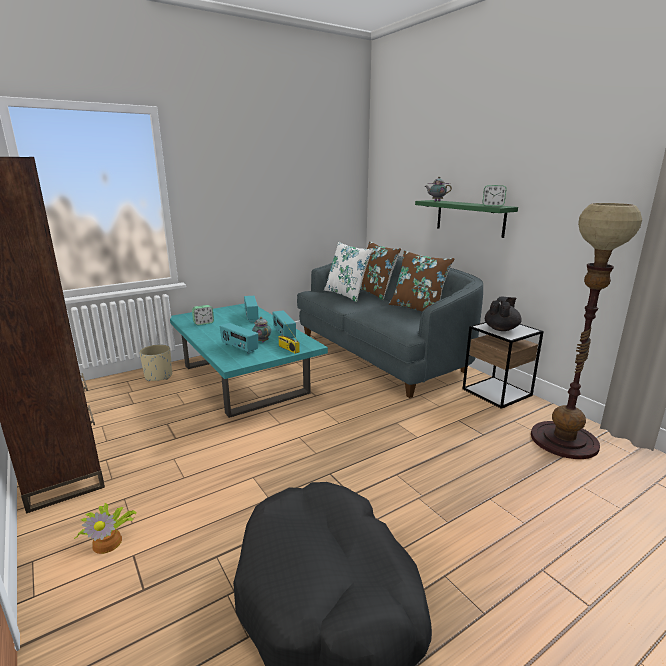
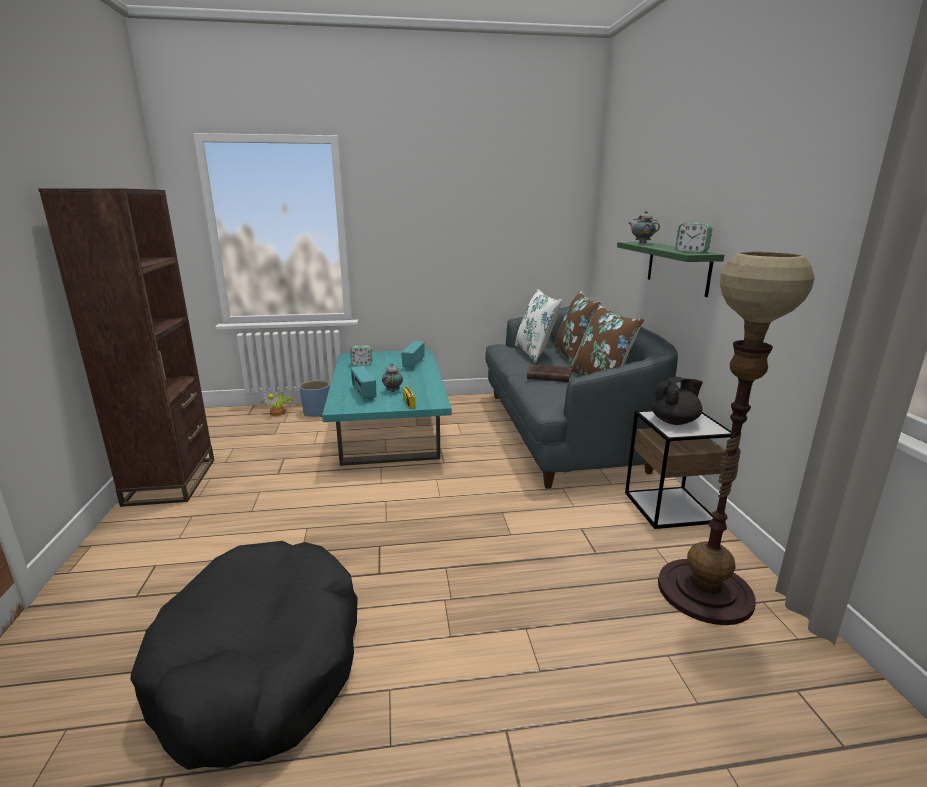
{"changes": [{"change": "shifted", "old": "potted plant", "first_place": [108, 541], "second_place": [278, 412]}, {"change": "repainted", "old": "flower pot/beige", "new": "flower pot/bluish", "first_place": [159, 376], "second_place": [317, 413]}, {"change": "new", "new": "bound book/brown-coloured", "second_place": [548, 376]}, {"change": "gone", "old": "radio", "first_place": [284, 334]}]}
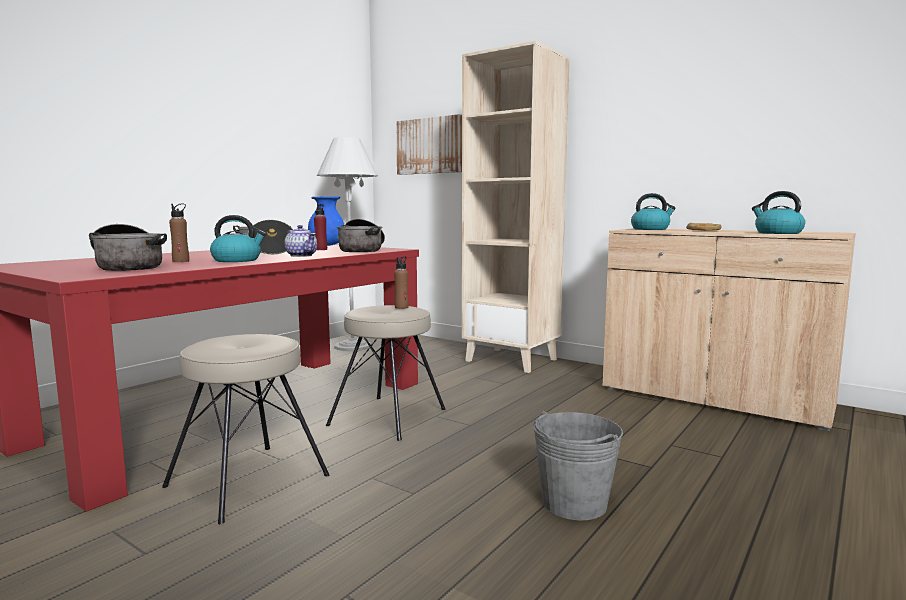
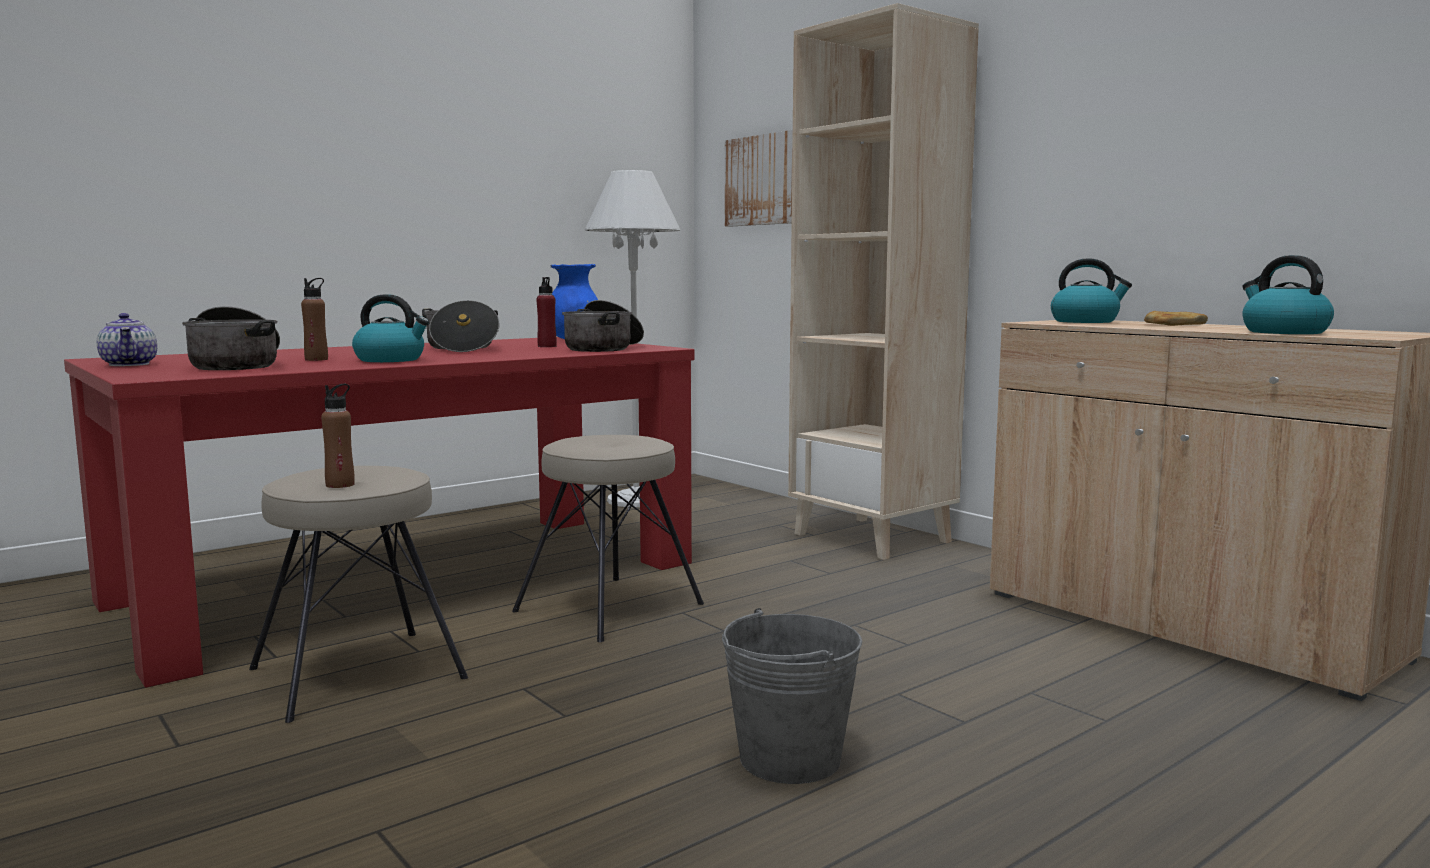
{"changes": [{"change": "shifted", "old": "pot for tea", "first_place": [302, 256], "second_place": [130, 364]}, {"change": "shifted", "old": "bottle/brown-coloured", "first_place": [401, 307], "second_place": [340, 485]}]}
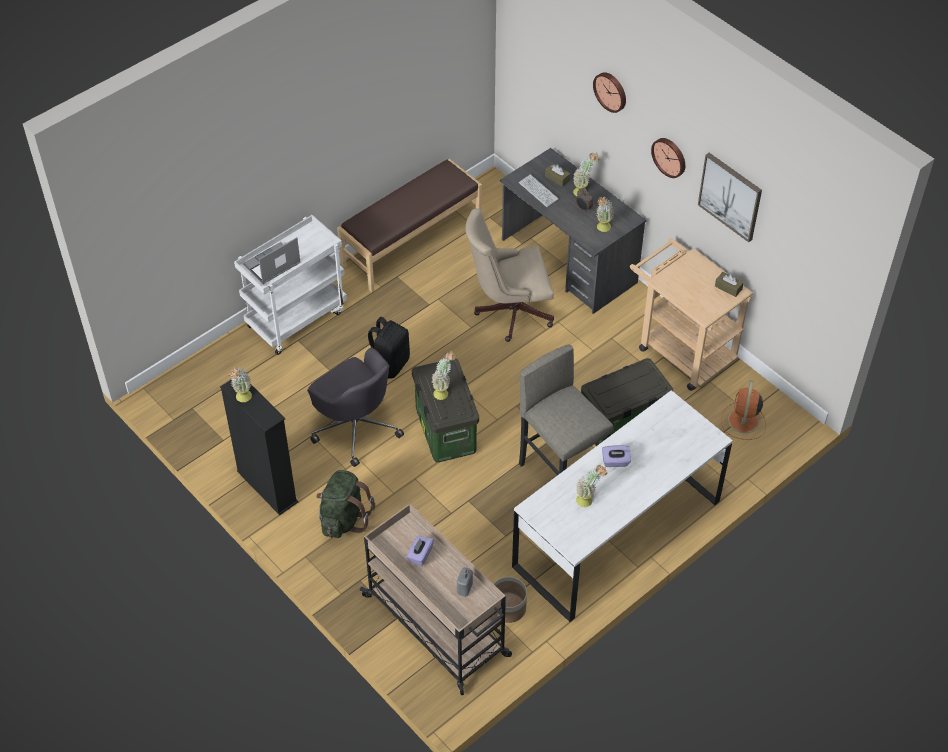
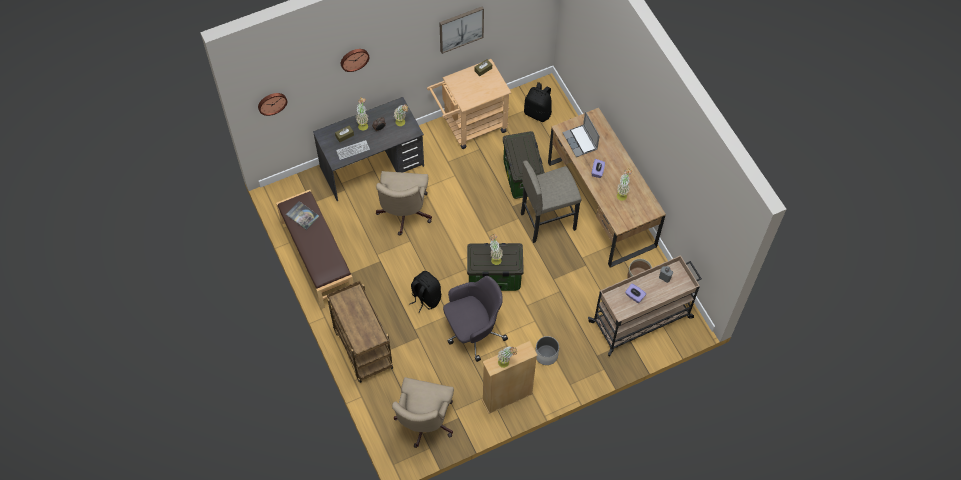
{"changes": [{"change": "shifted", "old": "hanging clock", "first_place": [670, 156], "second_place": [272, 103]}, {"change": "new", "new": "bound book", "second_place": [302, 215]}, {"change": "repainted", "old": "trolley/white", "new": "trolley/brown-coloured", "first_place": [297, 318], "second_place": [362, 348]}, {"change": "new", "new": "computer chair/beige", "second_place": [423, 423]}, {"change": "repainted", "old": "bookcase/blackish", "new": "bookcase/beige", "first_place": [267, 487], "second_place": [507, 397]}, {"change": "swapped", "old": "cooling fan/orange-coloured", "new": "rucksack/blackish", "first_place": [743, 422], "second_place": [538, 112]}, {"change": "swapped", "old": "rucksack/greenish", "new": "flower pot/white", "first_place": [344, 518], "second_place": [546, 355]}, {"change": "repainted", "old": "desk/white", "new": "desk/brown-coloured", "first_place": [617, 533], "second_place": [601, 204]}, {"change": "shifted", "old": "portable computer", "first_place": [272, 265], "second_place": [580, 141]}]}
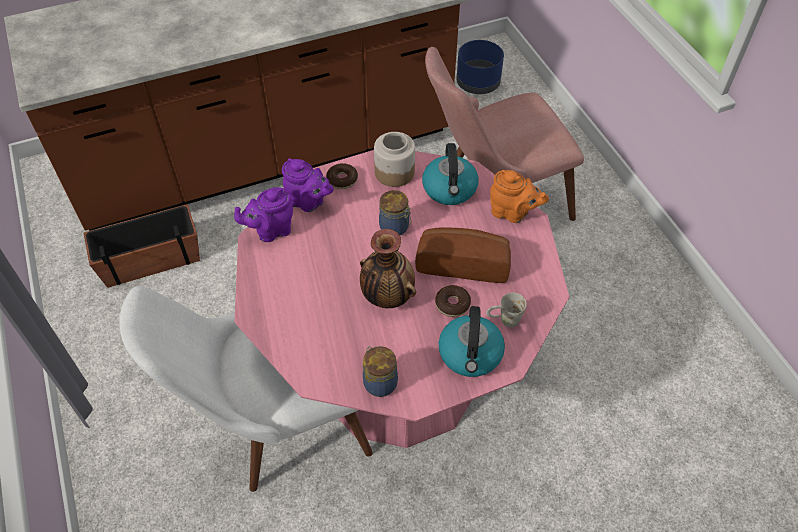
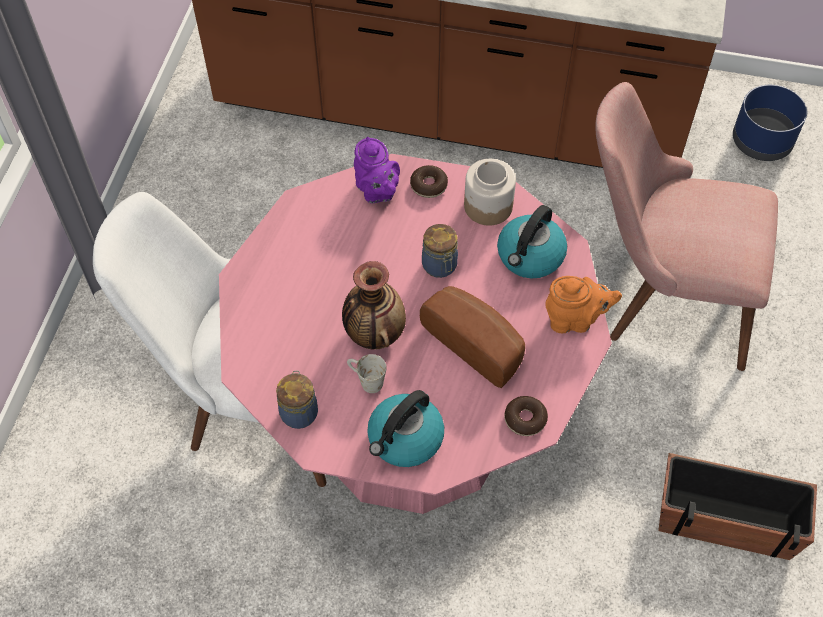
{"changes": [{"change": "shifted", "old": "tea mug/white", "first_place": [503, 320], "second_place": [366, 380]}, {"change": "shifted", "old": "donut", "first_place": [452, 304], "second_place": [525, 419]}, {"change": "rotated", "old": "pot for tea/orange-coloured", "first_place": [512, 213], "second_place": [575, 320], "degrees": -60}, {"change": "shifted", "old": "flower pot", "first_place": [150, 260], "second_place": [725, 520]}, {"change": "gone", "old": "pot for tea/purplish", "first_place": [271, 230]}]}
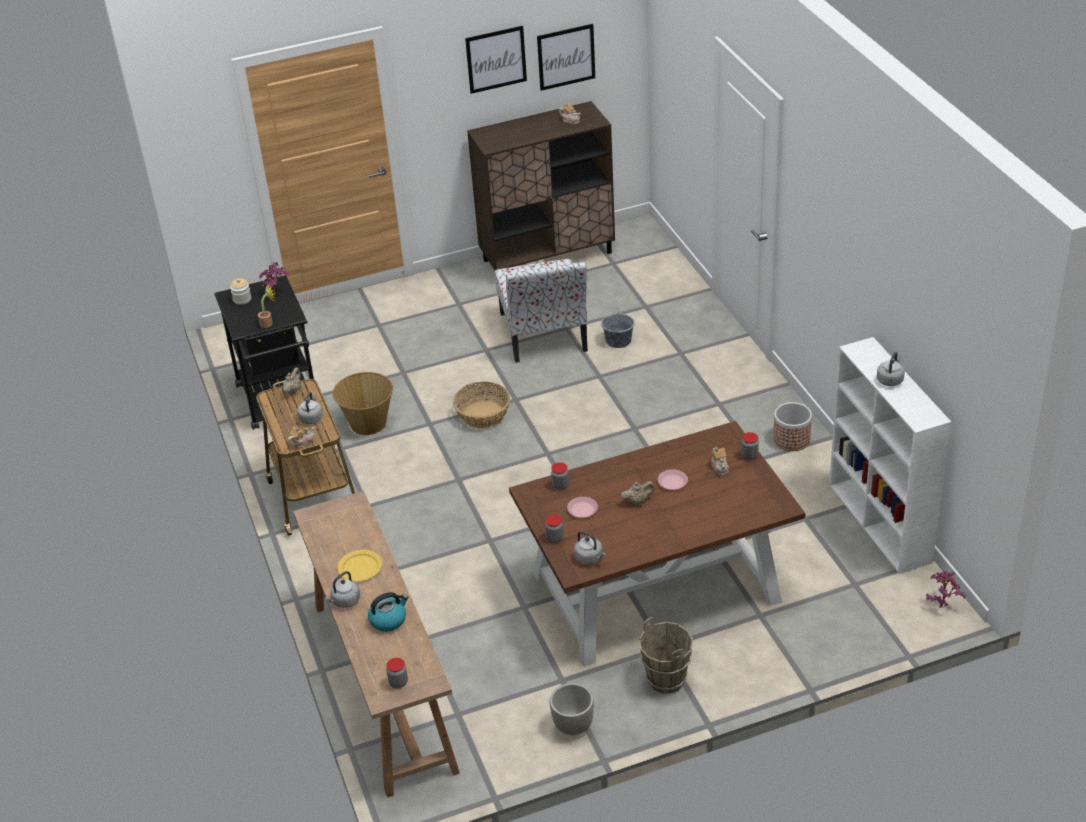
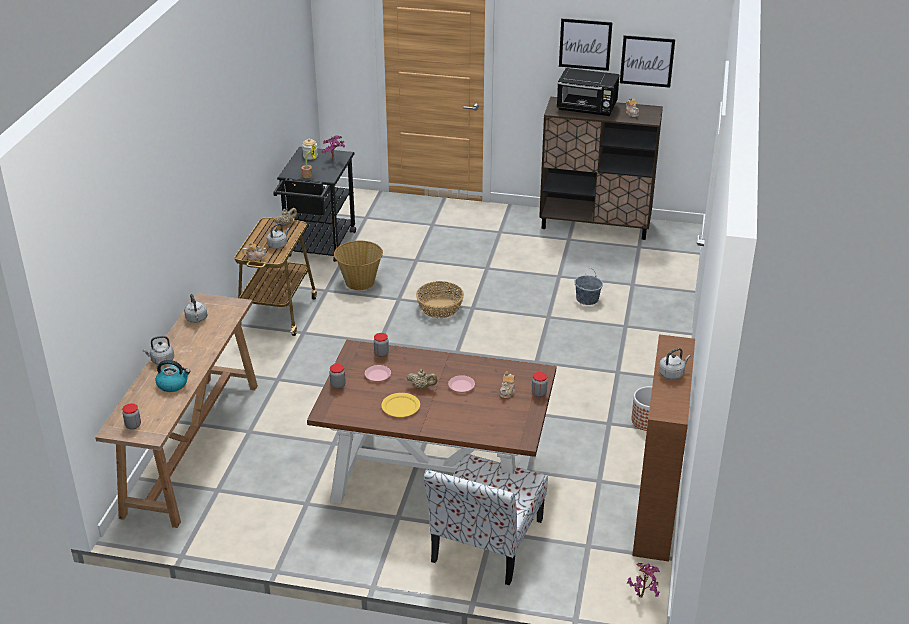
{"changes": [{"change": "shifted", "old": "water kettle/greyish", "first_place": [590, 558], "second_place": [197, 319]}, {"change": "shifted", "old": "plate/yellow-coloured", "first_place": [360, 567], "second_place": [401, 407]}, {"change": "shifted", "old": "upright chair", "first_place": [544, 333], "second_place": [486, 542]}, {"change": "new", "new": "microwave oven/blackish", "second_place": [587, 109]}, {"change": "repainted", "old": "bookcase/white", "new": "bookcase/brown-coloured", "first_place": [880, 523], "second_place": [656, 512]}, {"change": "gone", "old": "flower pot/greyish", "first_place": [573, 726]}, {"change": "gone", "old": "water bucket/brown-coloured", "first_place": [666, 679]}]}
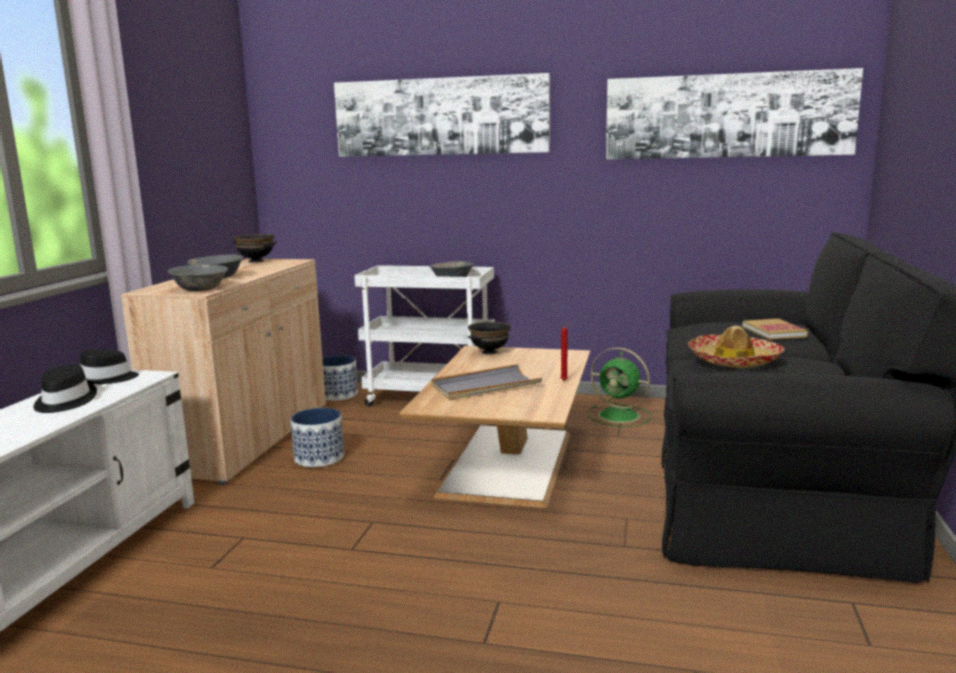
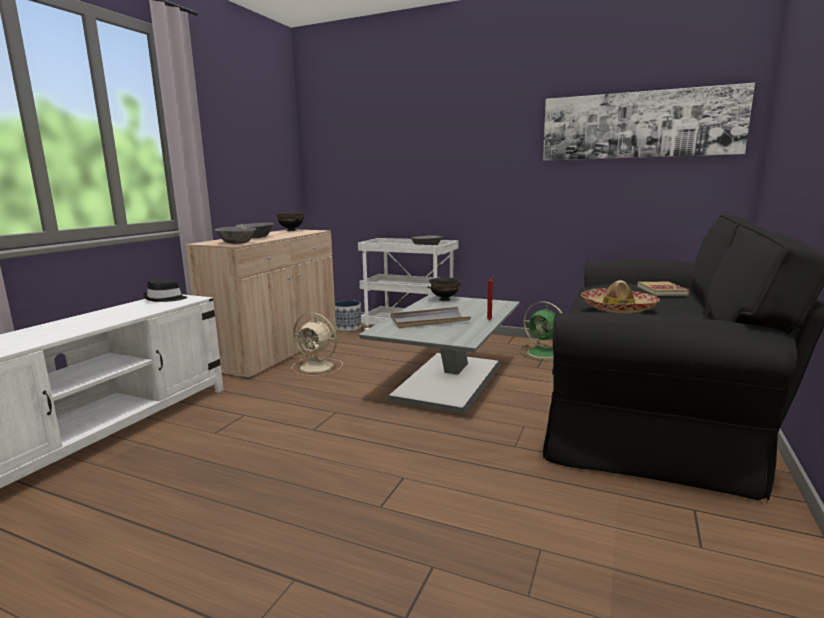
{"changes": [{"change": "swapped", "old": "flower pot", "new": "cooling fan/beige", "first_place": [319, 458], "second_place": [318, 367]}, {"change": "repainted", "old": "coffee table/brown-coloured", "new": "coffee table/greyish", "first_place": [508, 464], "second_place": [448, 381]}, {"change": "gone", "old": "hat/blackish", "first_place": [64, 401]}, {"change": "gone", "old": "picture", "first_place": [440, 116]}]}
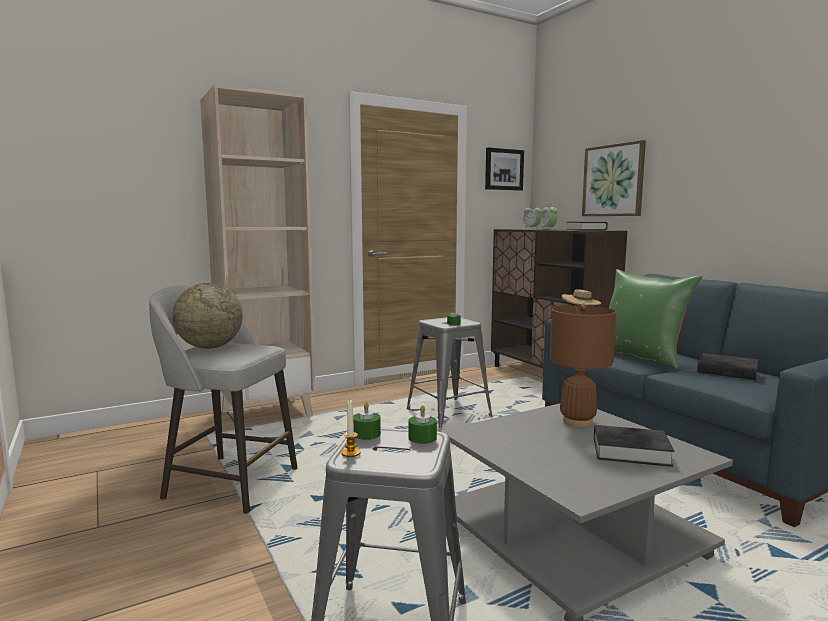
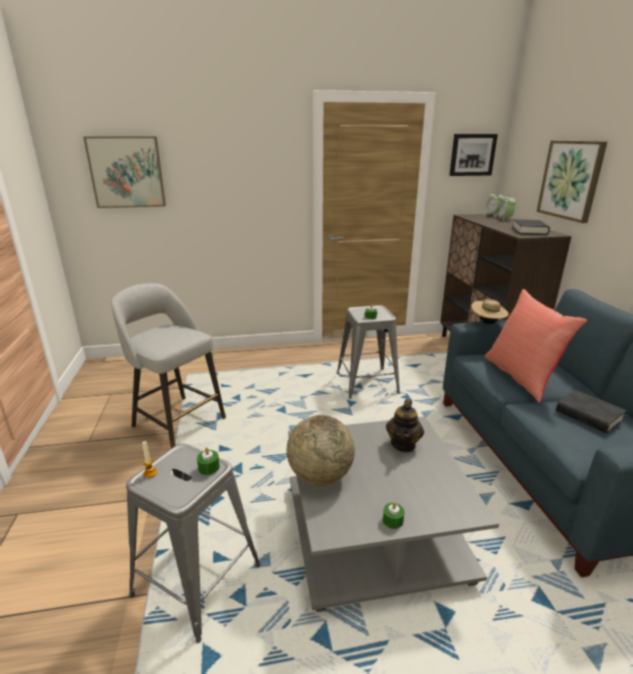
{"changes": [{"change": "new", "new": "picture", "second_place": [127, 172]}, {"change": "shifted", "old": "globe", "first_place": [210, 347], "second_place": [320, 476]}, {"change": "shifted", "old": "candle/greenish", "first_place": [366, 434], "second_place": [392, 520]}, {"change": "swapped", "old": "table lamp/brown-coloured", "new": "pot for tea", "first_place": [577, 421], "second_place": [403, 444]}, {"change": "repainted", "old": "throw pillow/greenish", "new": "throw pillow/red", "first_place": [639, 356], "second_place": [521, 377]}, {"change": "gone", "old": "bookcase/beige", "first_place": [267, 413]}, {"change": "gone", "old": "bound book/blackish", "first_place": [630, 451]}]}
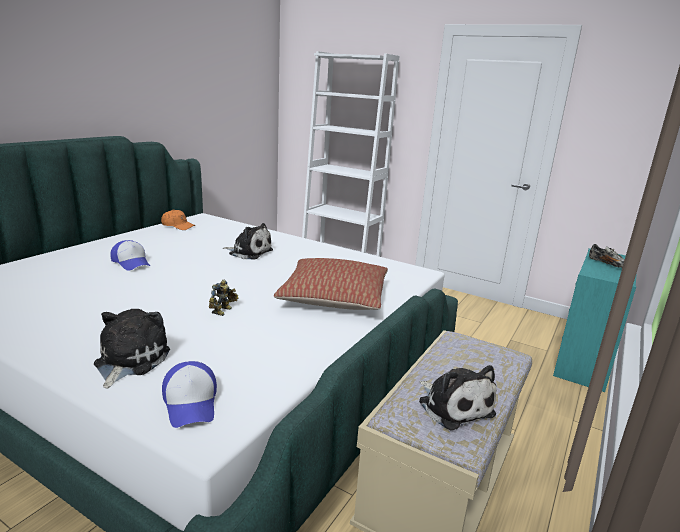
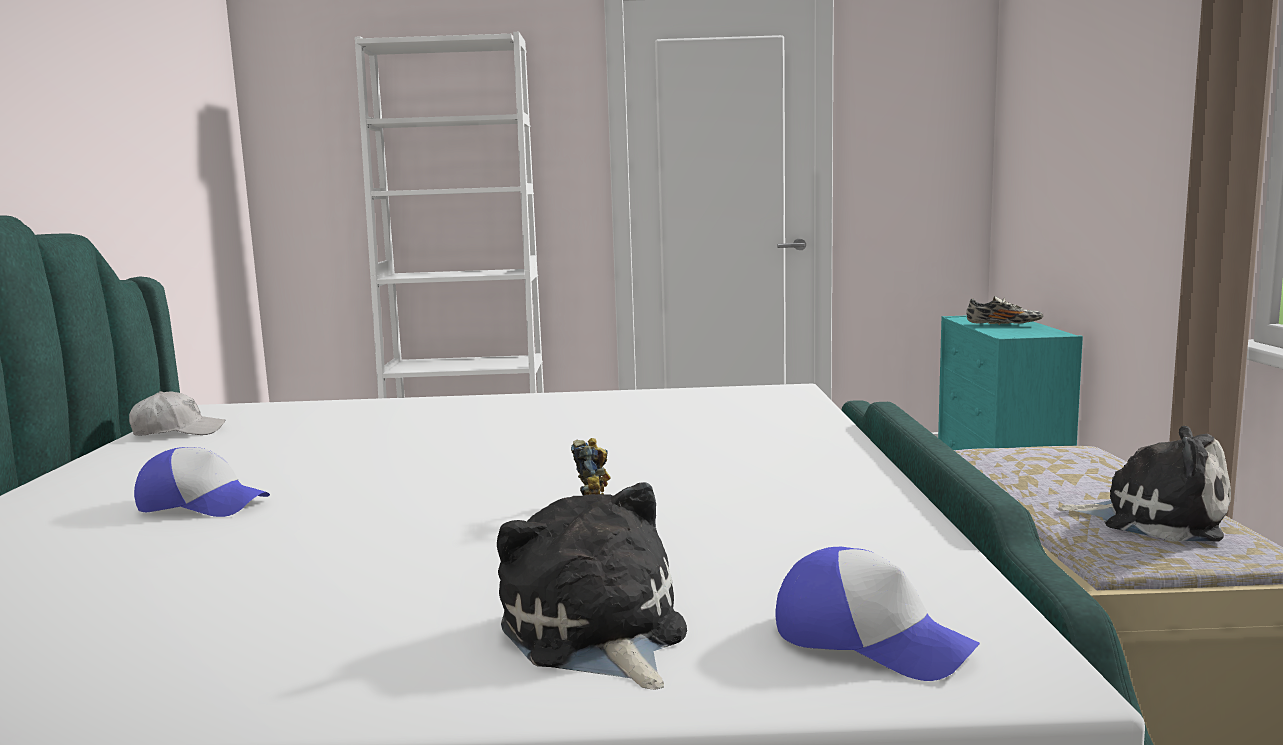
{"changes": [{"change": "repainted", "old": "peaked cap/orange-coloured", "new": "peaked cap/white", "first_place": [178, 226], "second_place": [178, 432]}, {"change": "gone", "old": "plush toy", "first_place": [249, 252]}, {"change": "gone", "old": "throw pillow", "first_place": [334, 298]}]}
